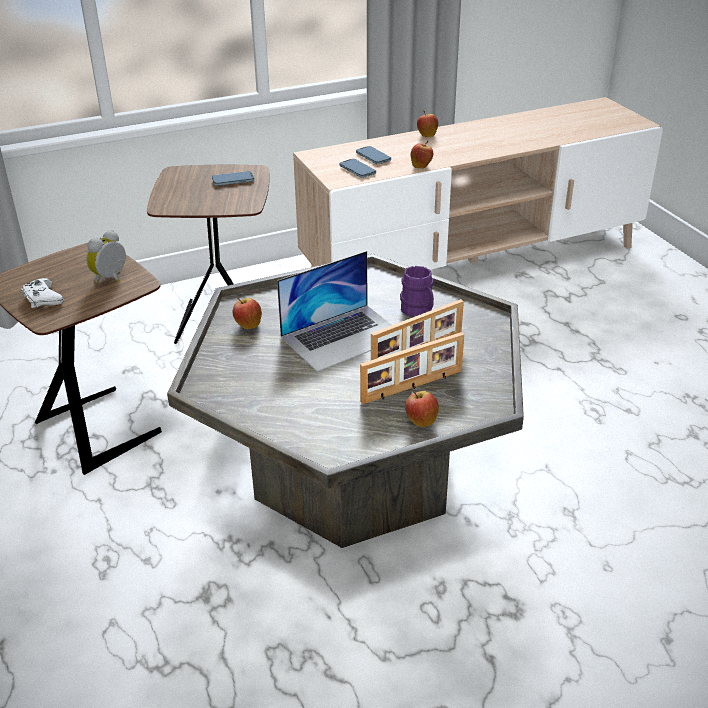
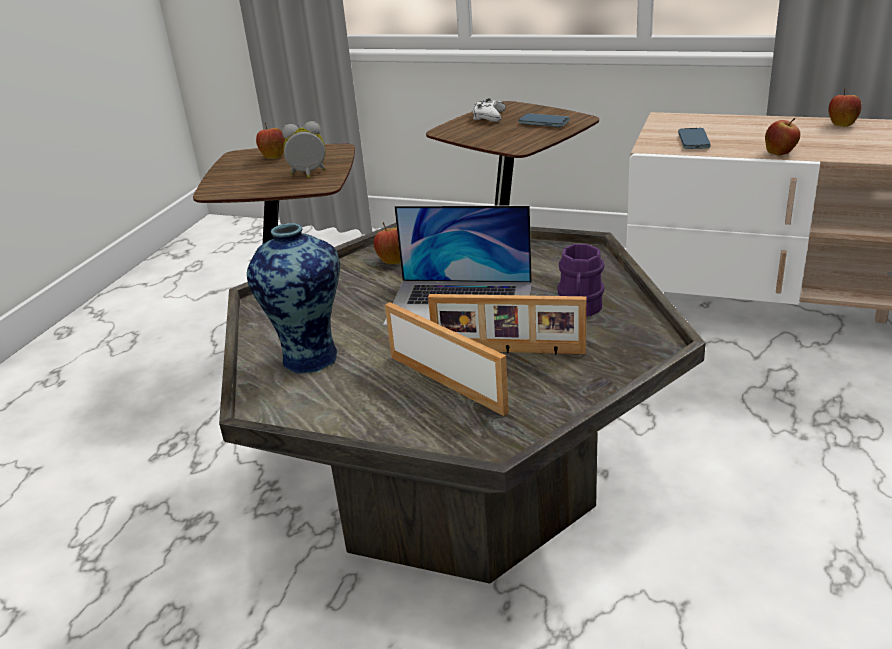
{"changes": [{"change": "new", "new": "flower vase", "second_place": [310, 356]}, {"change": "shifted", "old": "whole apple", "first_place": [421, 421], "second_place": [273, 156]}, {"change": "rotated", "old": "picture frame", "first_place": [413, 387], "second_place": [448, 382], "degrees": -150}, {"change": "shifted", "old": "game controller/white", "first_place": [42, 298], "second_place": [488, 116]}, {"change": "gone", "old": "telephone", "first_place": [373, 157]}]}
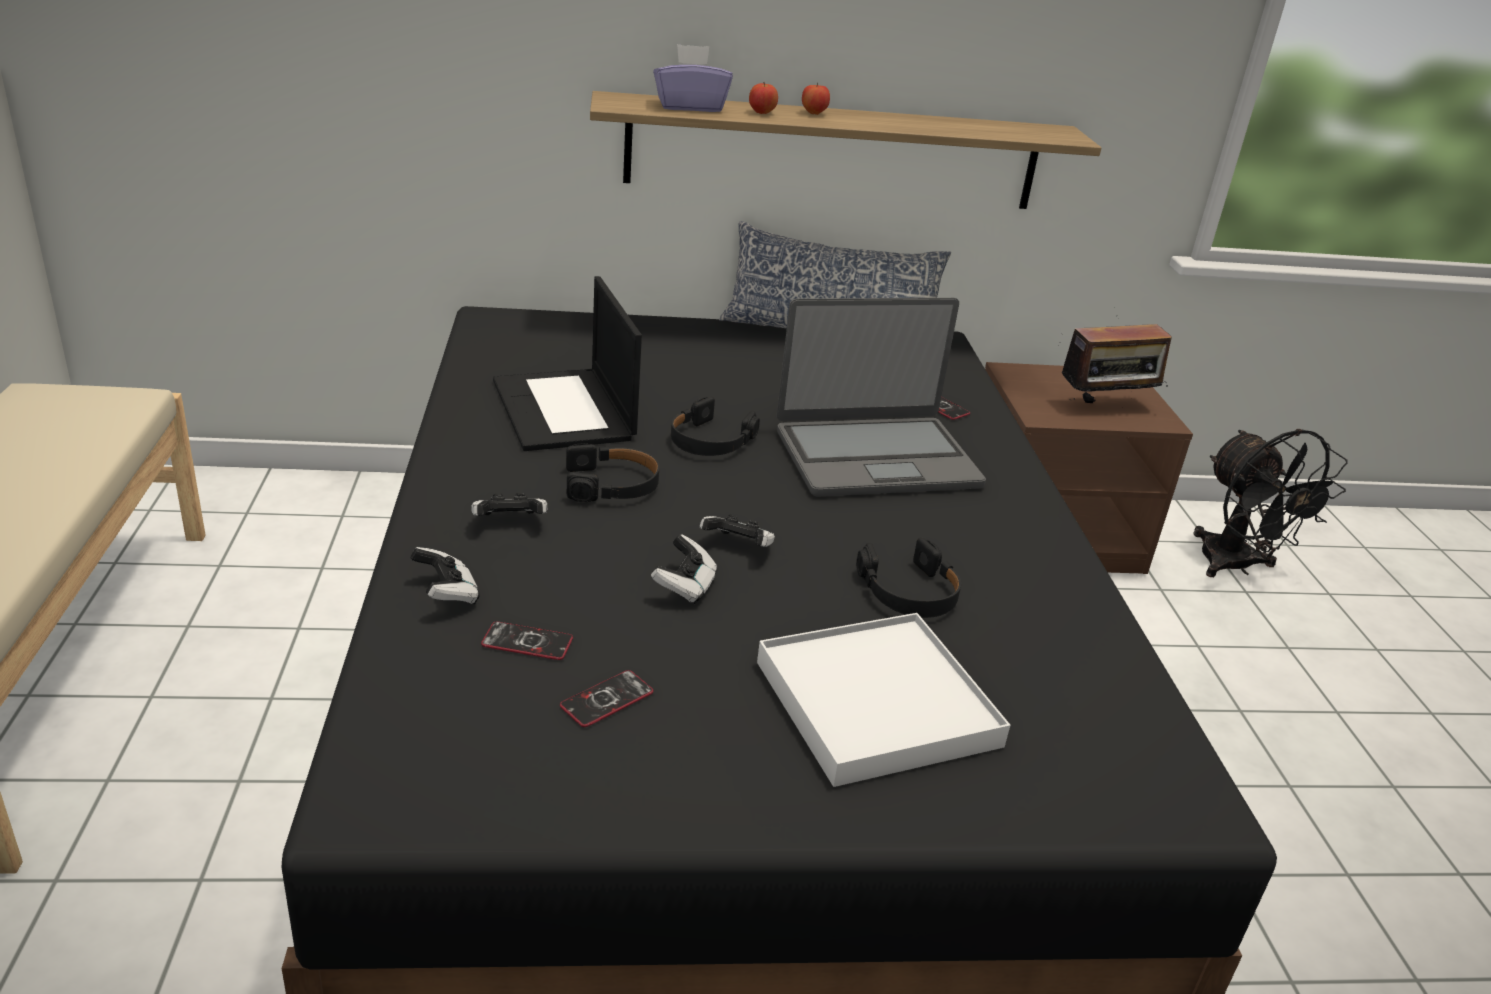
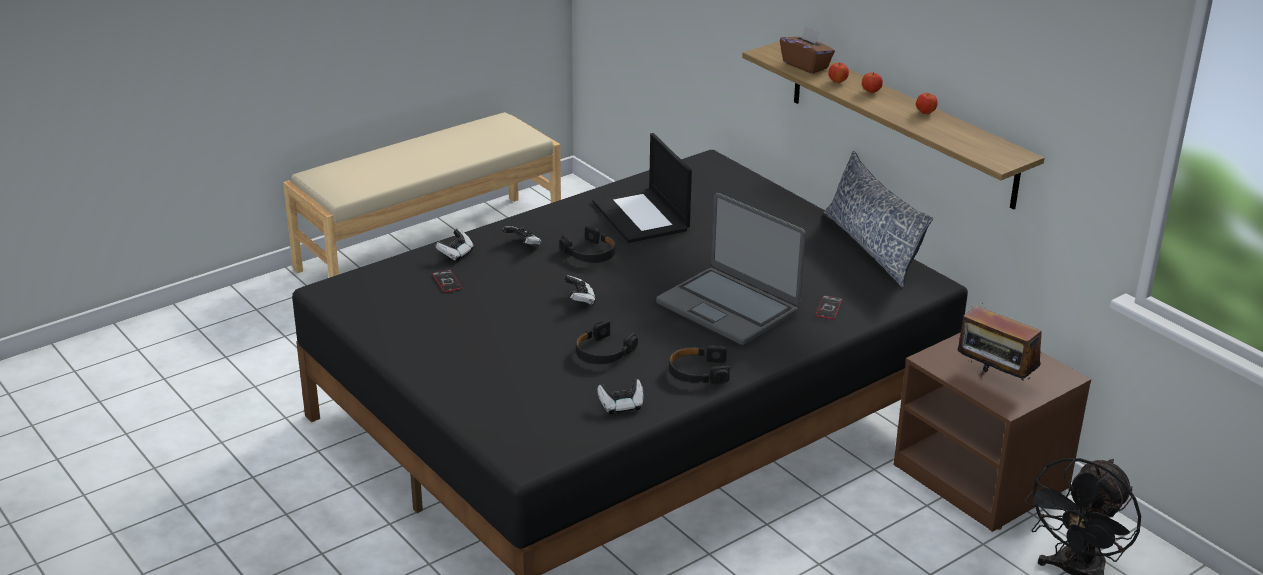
{"changes": [{"change": "rotated", "old": "portable computer", "first_place": [565, 411], "second_place": [642, 216], "degrees": -60}, {"change": "shifted", "old": "game controller", "first_place": [685, 586], "second_place": [621, 406]}, {"change": "shifted", "old": "headphones/blackish", "first_place": [710, 441], "second_place": [698, 372]}, {"change": "repainted", "old": "tissue box/purplish", "new": "tissue box/brown-coloured", "first_place": [690, 106], "second_place": [806, 65]}, {"change": "new", "new": "whole apple", "second_place": [925, 113]}, {"change": "gone", "old": "telephone", "first_place": [607, 700]}, {"change": "gone", "old": "tray/white", "first_place": [877, 704]}]}
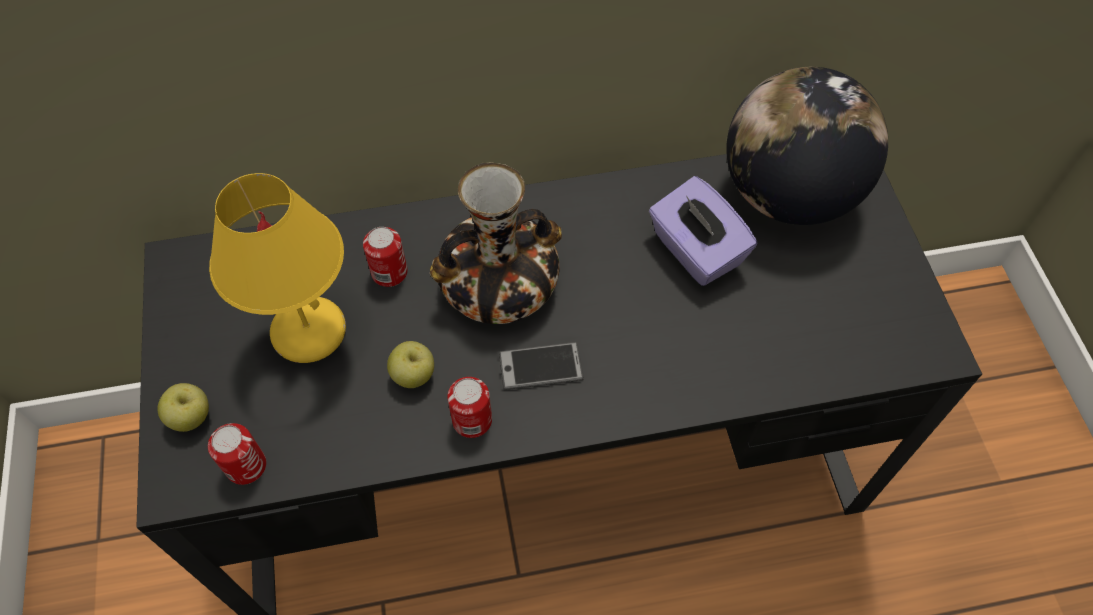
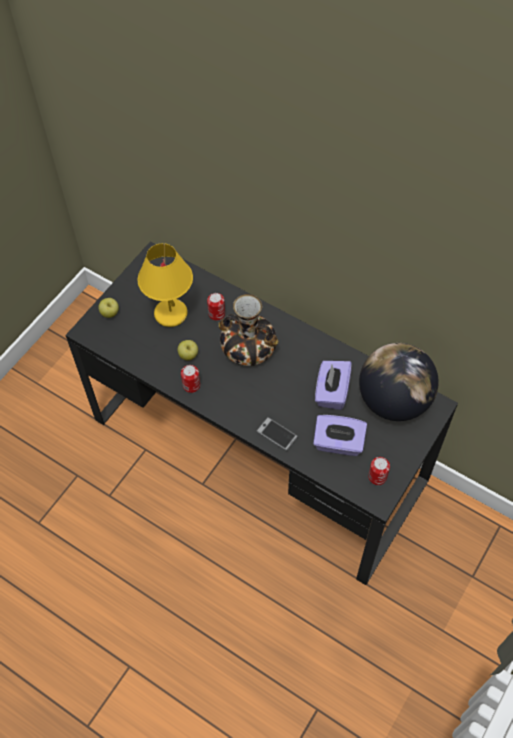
{"changes": [{"change": "shifted", "old": "telephone", "first_place": [541, 366], "second_place": [277, 434]}, {"change": "new", "new": "tissue box/purplish", "second_place": [338, 443]}, {"change": "shifted", "old": "sealed can", "first_place": [246, 466], "second_place": [377, 477]}]}
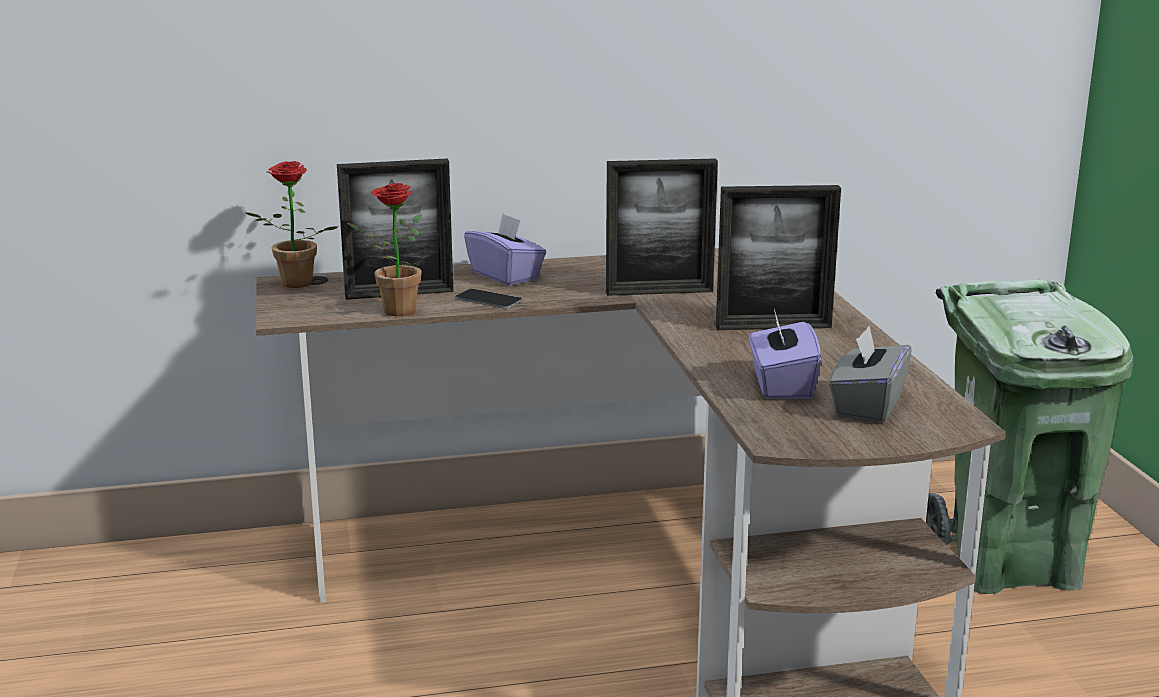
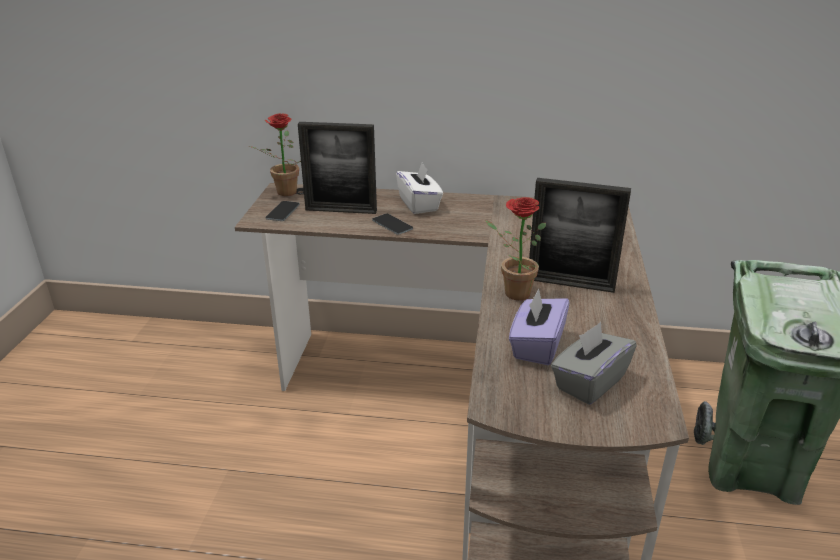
{"changes": [{"change": "new", "new": "telephone", "second_place": [283, 211]}, {"change": "repainted", "old": "tissue box/purplish", "new": "tissue box/white", "first_place": [506, 275], "second_place": [419, 204]}, {"change": "shifted", "old": "potted plant", "first_place": [392, 311], "second_place": [511, 292]}, {"change": "gone", "old": "picture frame", "first_place": [659, 292]}]}
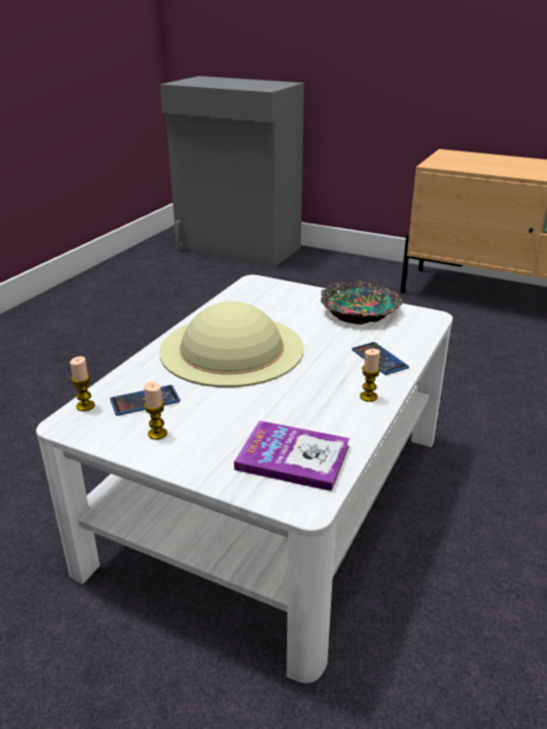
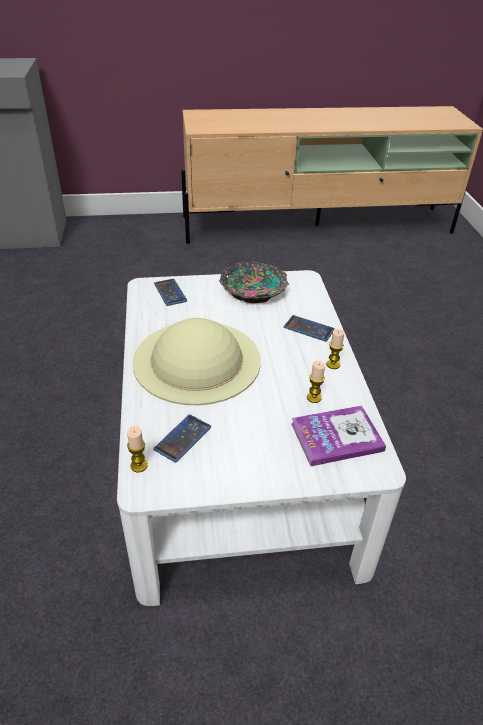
{"changes": [{"change": "new", "new": "telephone", "second_place": [170, 292]}, {"change": "shifted", "old": "candle", "first_place": [157, 434], "second_place": [314, 397]}]}
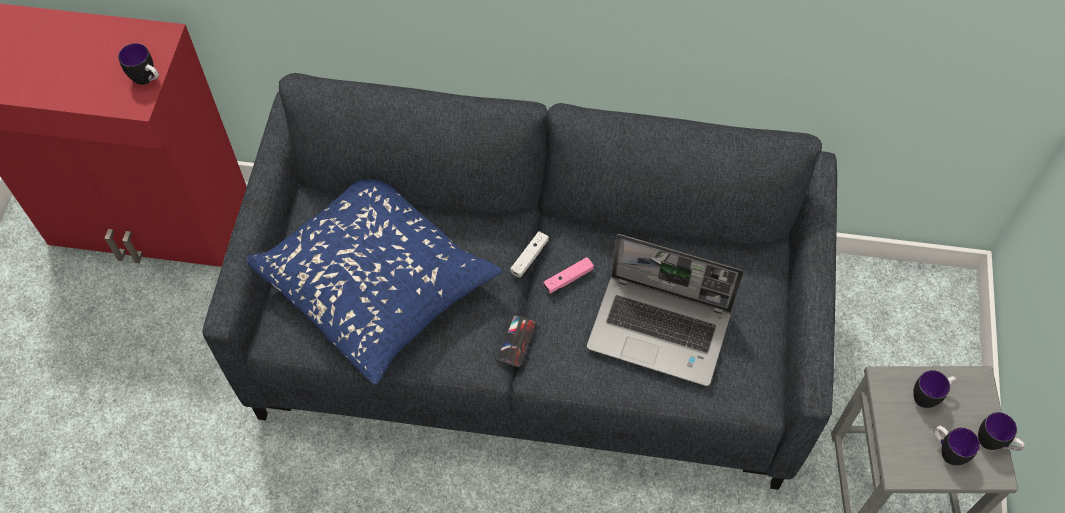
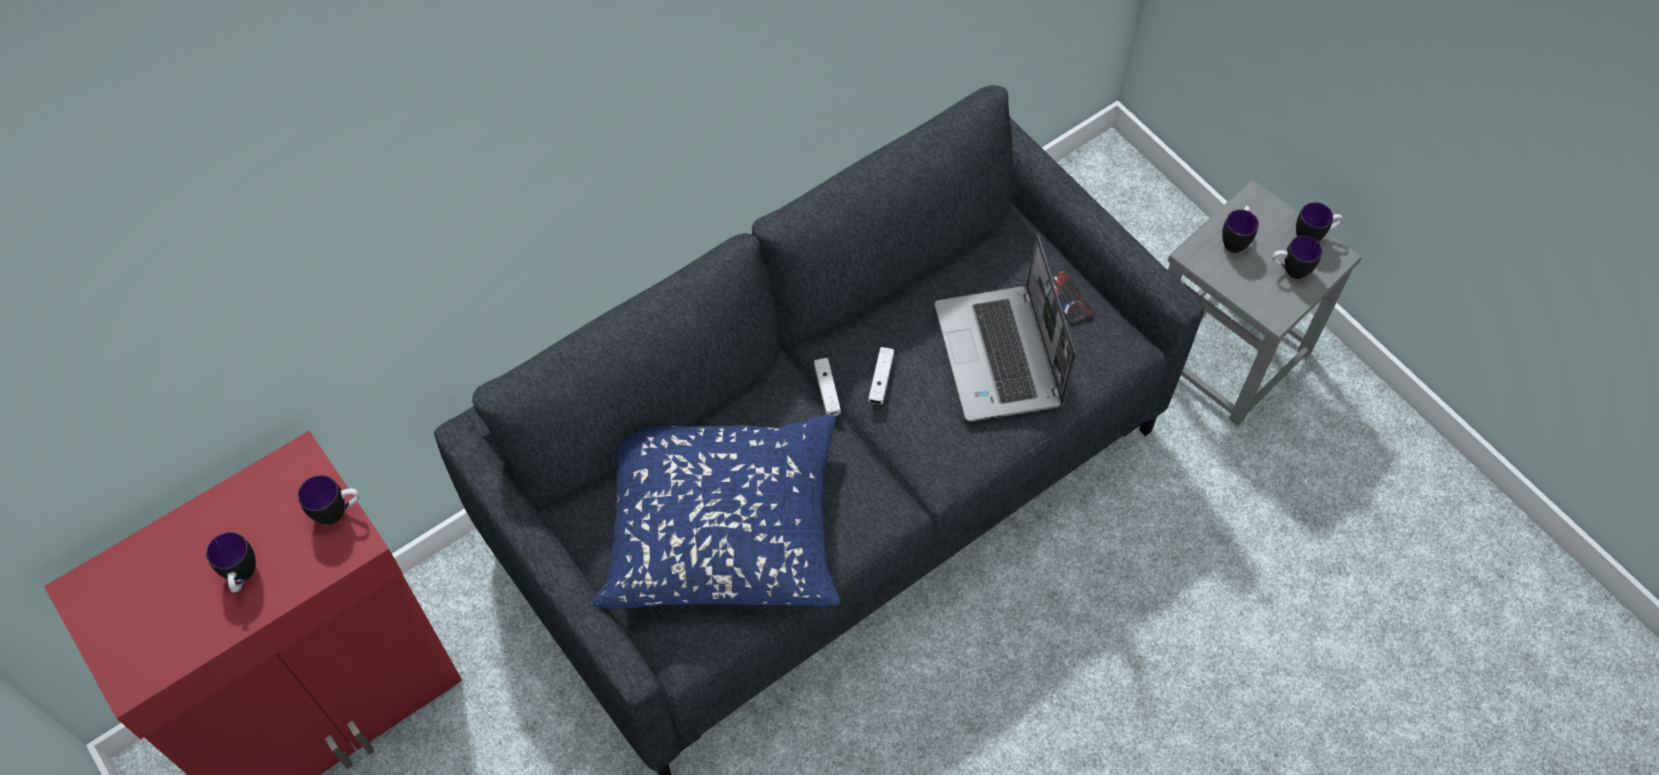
{"changes": [{"change": "new", "new": "tea mug", "second_place": [242, 577]}, {"change": "repainted", "old": "game controller/pink-coloured", "new": "game controller/white", "first_place": [568, 279], "second_place": [881, 380]}, {"change": "rotated", "old": "portable computer", "first_place": [661, 330], "second_place": [1001, 357], "degrees": 105}, {"change": "shifted", "old": "telephone", "first_place": [516, 341], "second_place": [1068, 297]}]}
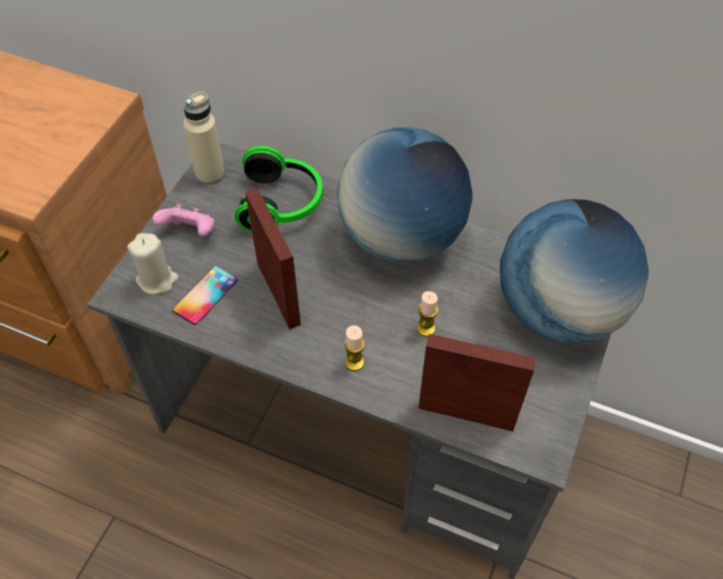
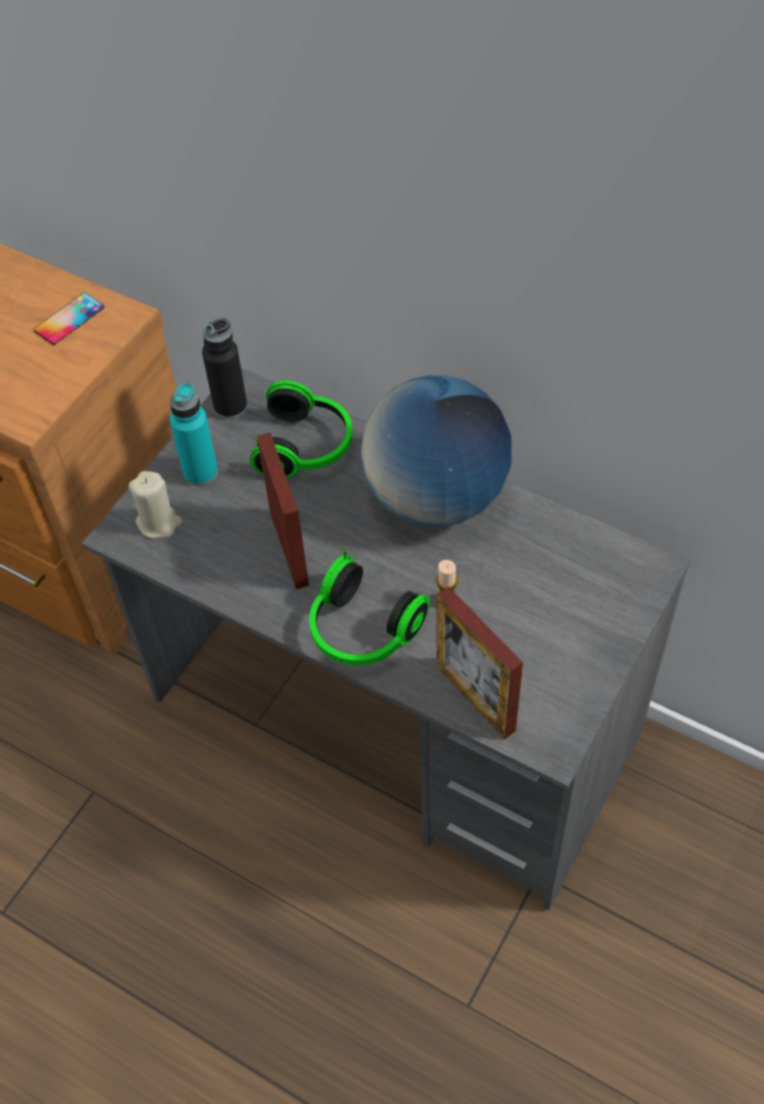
{"changes": [{"change": "shifted", "old": "telephone", "first_place": [205, 295], "second_place": [69, 319]}, {"change": "swapped", "old": "game controller/pink-coloured", "new": "bottle/turquoise-coloured", "first_place": [190, 232], "second_place": [200, 472]}, {"change": "repainted", "old": "bottle/beige", "new": "bottle/blackish", "first_place": [210, 174], "second_place": [230, 406]}, {"change": "swapped", "old": "candle", "new": "headphones", "first_place": [354, 362], "second_place": [361, 631]}, {"change": "rotated", "old": "picture frame", "first_place": [466, 414], "second_place": [475, 698], "degrees": -150}, {"change": "gone", "old": "globe", "first_place": [558, 311]}]}
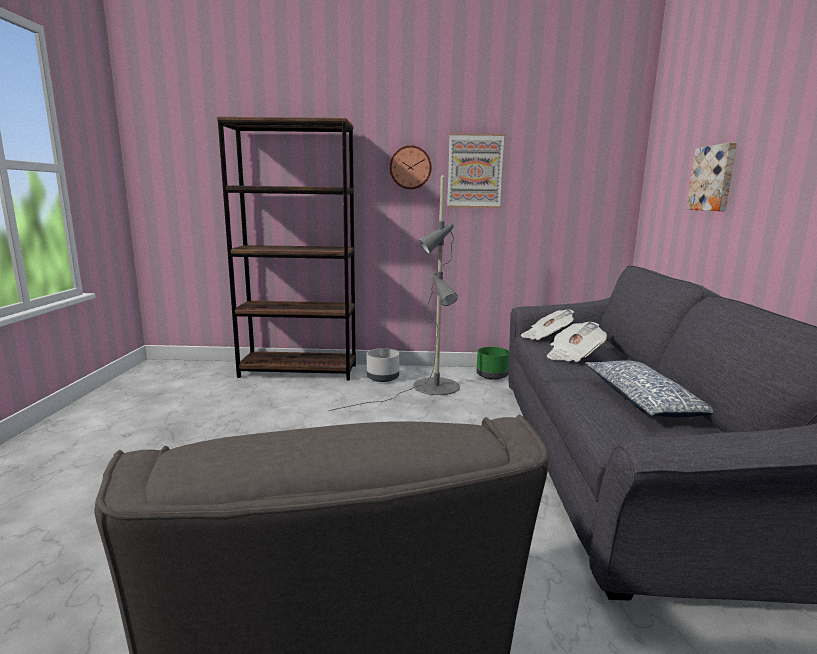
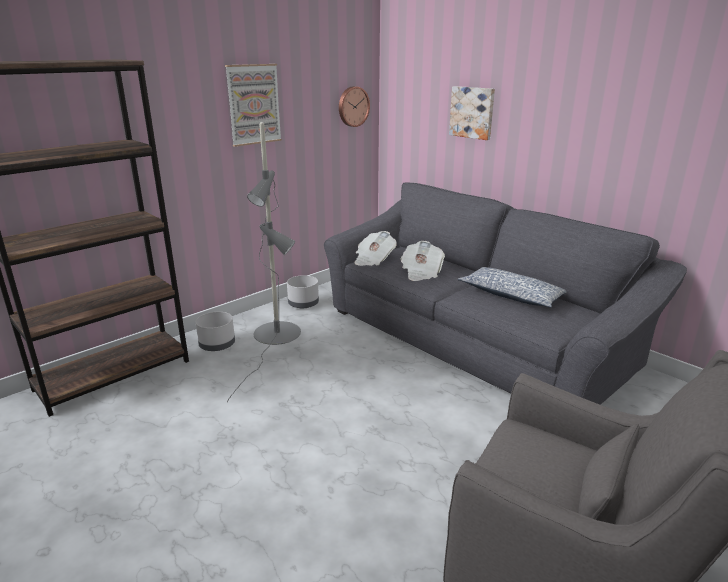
{"changes": [{"change": "repainted", "old": "flower pot/greenish", "new": "flower pot/greyish", "first_place": [491, 376], "second_place": [303, 304]}, {"change": "shifted", "old": "hanging clock", "first_place": [410, 167], "second_place": [352, 106]}]}
